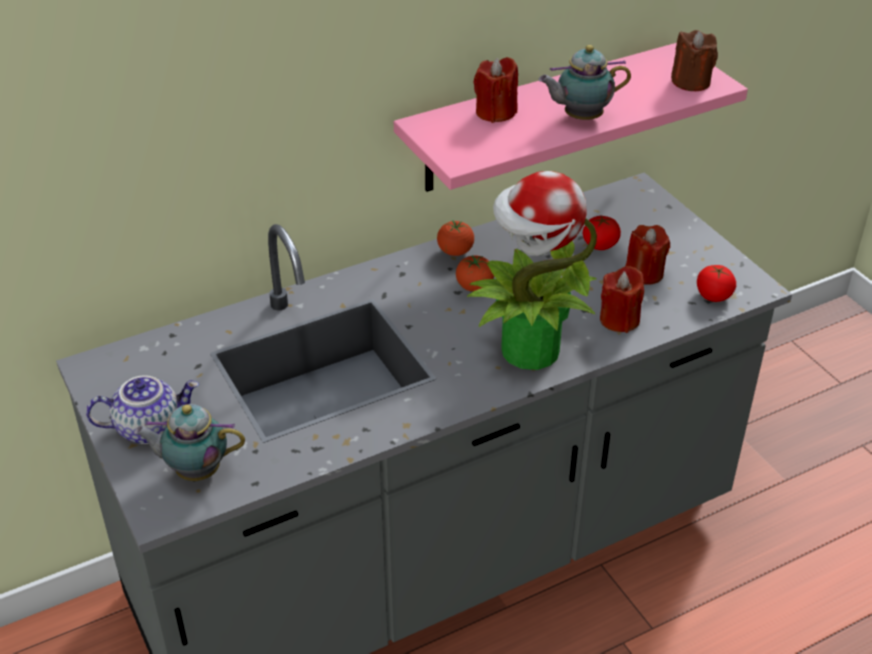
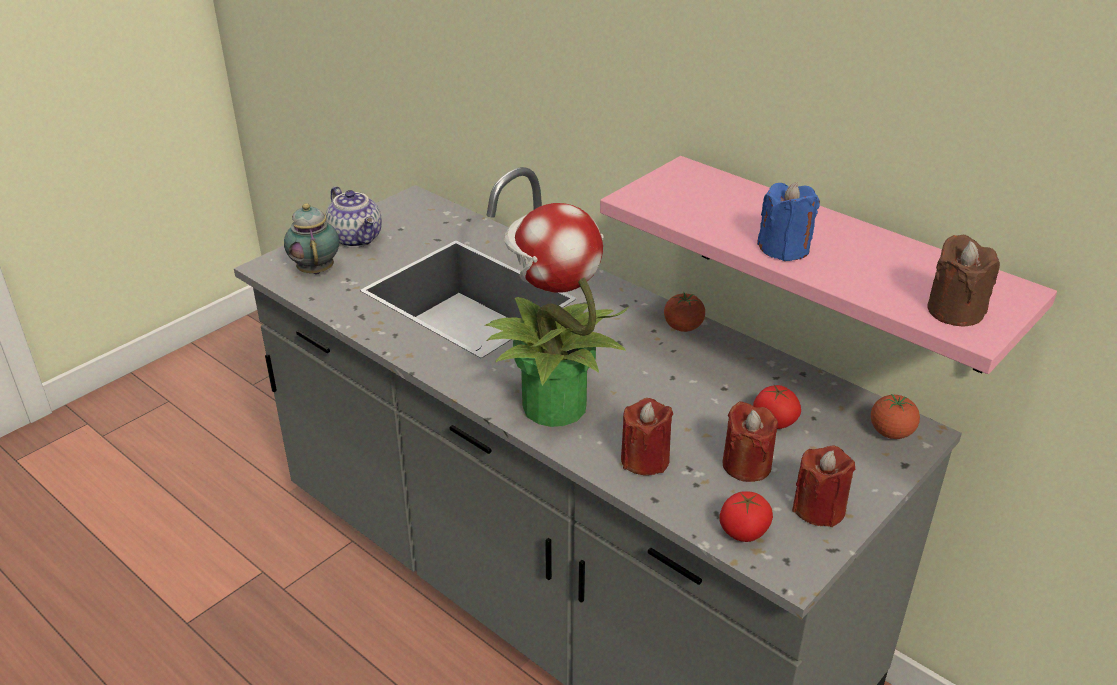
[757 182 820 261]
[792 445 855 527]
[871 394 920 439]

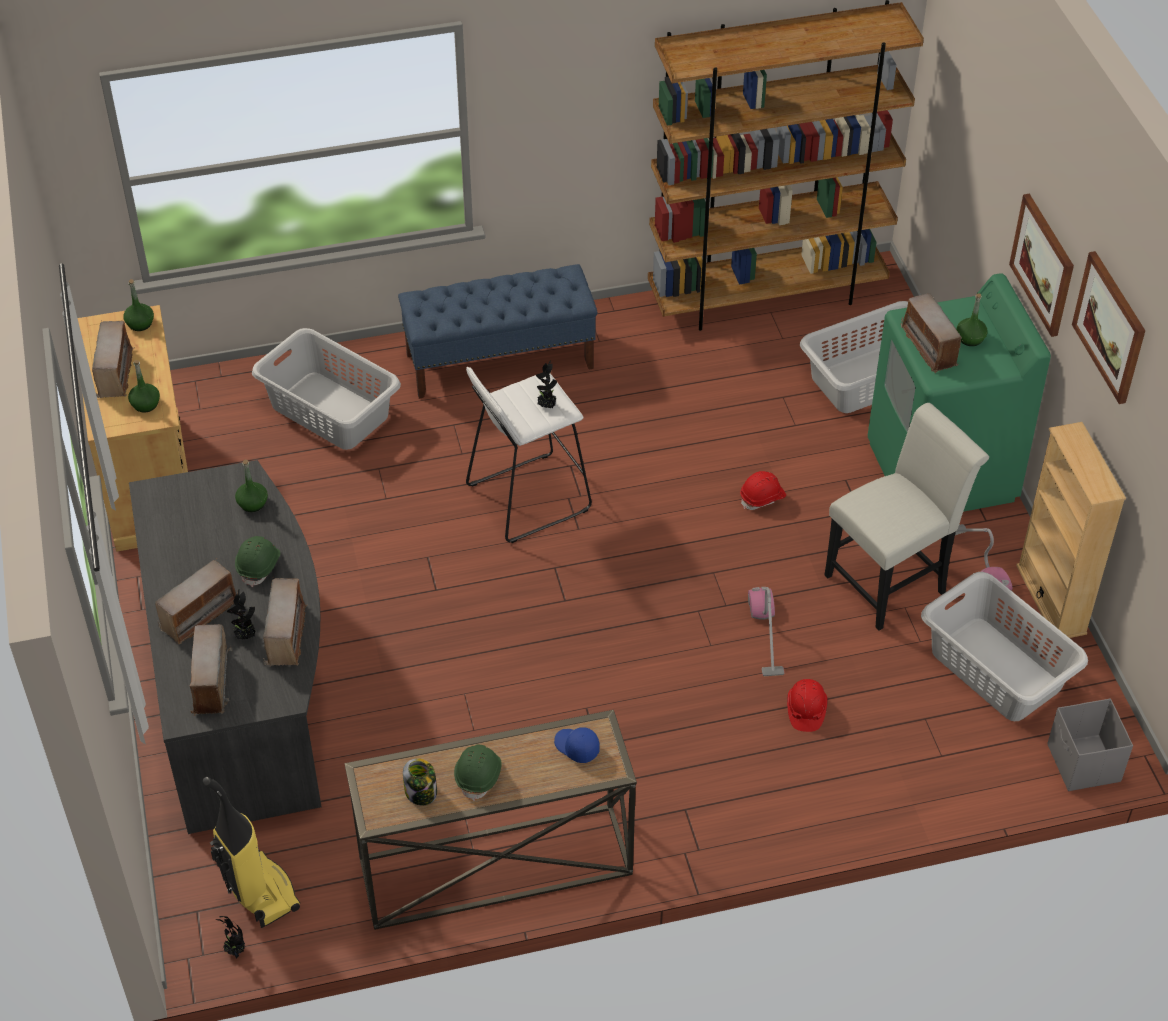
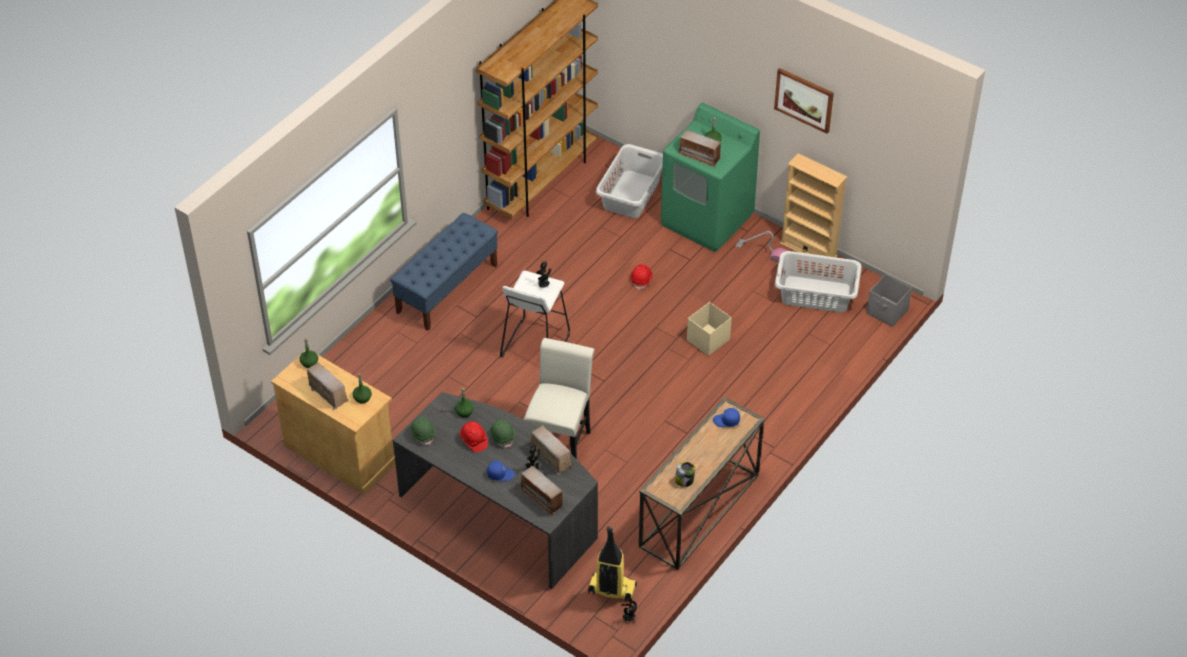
[1009 194 1074 337] (first image)
[252 328 401 450] (first image)
[524 338 595 459]
[487 461 515 481]
[687 302 732 356]
[460 421 488 452]
[409 417 435 445]

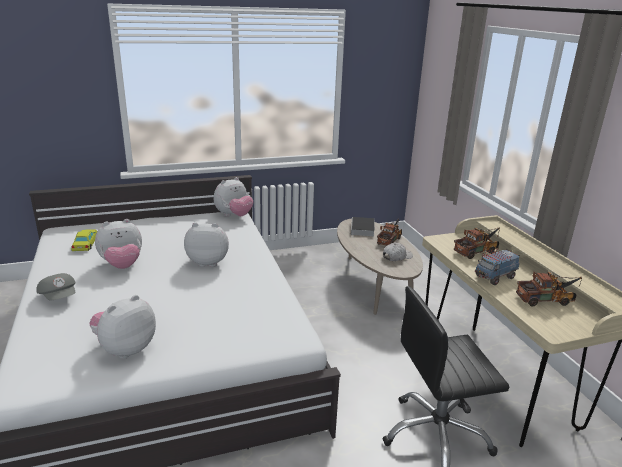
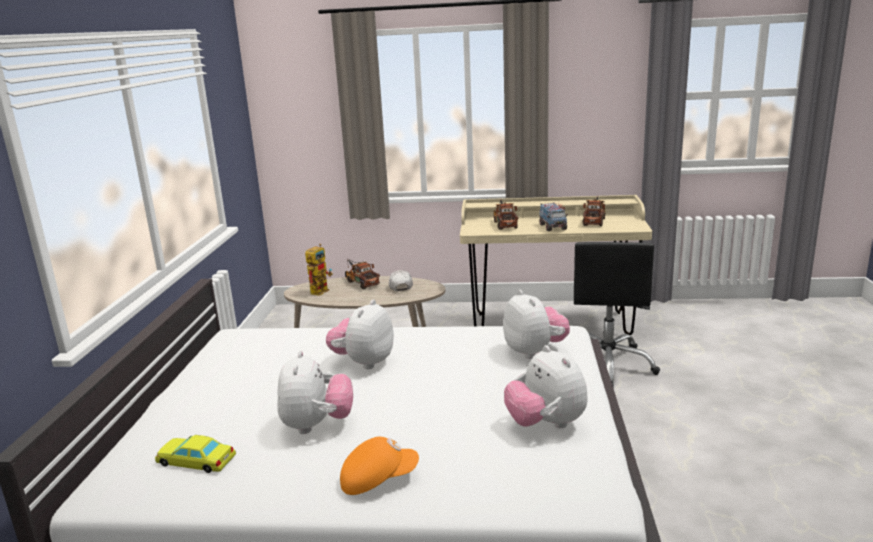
[503 290 570 359]
[305 244 333 296]
[340 437 419 495]

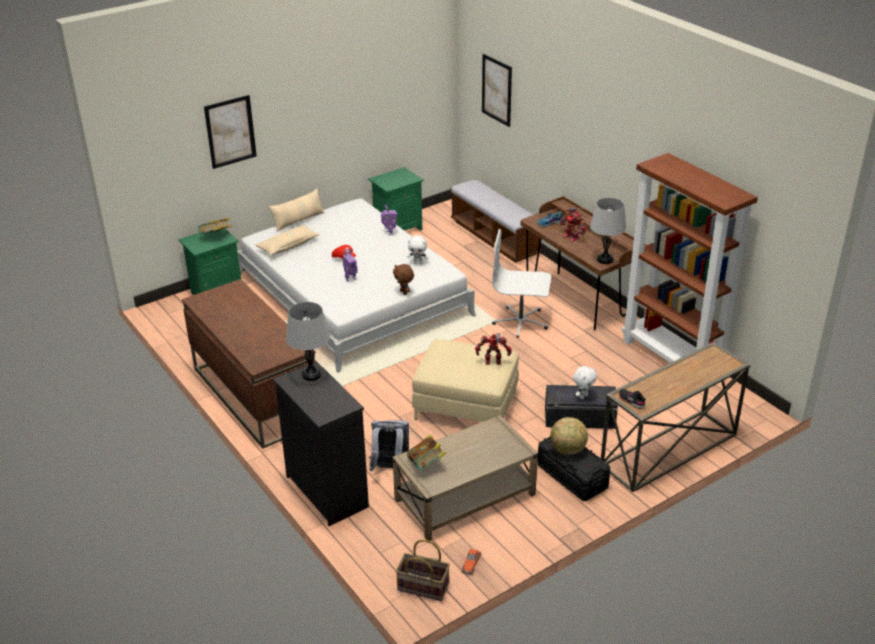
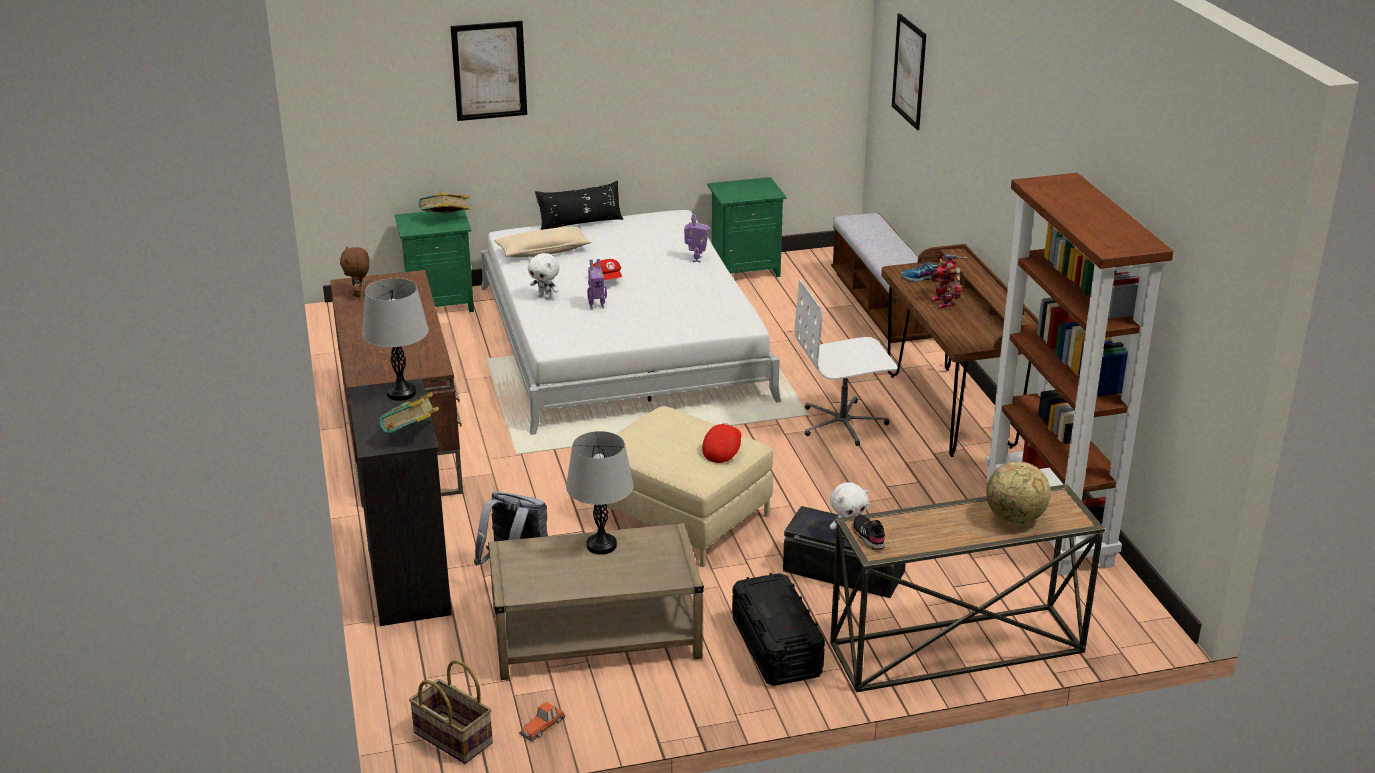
[535 181 623 230]
[566 431 634 555]
[794 279 898 446]
[528 253 560 299]
[340 246 369 297]
[702 423 742 463]
[986 461 1051 524]
[380 392 439 433]

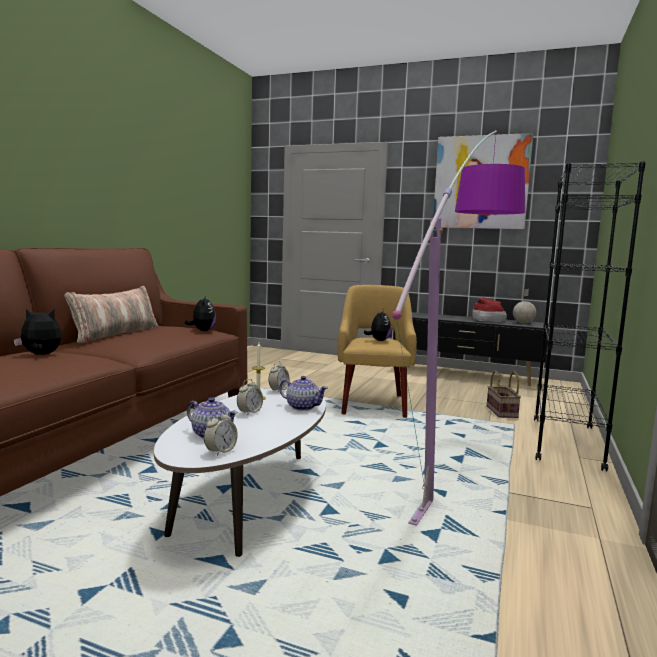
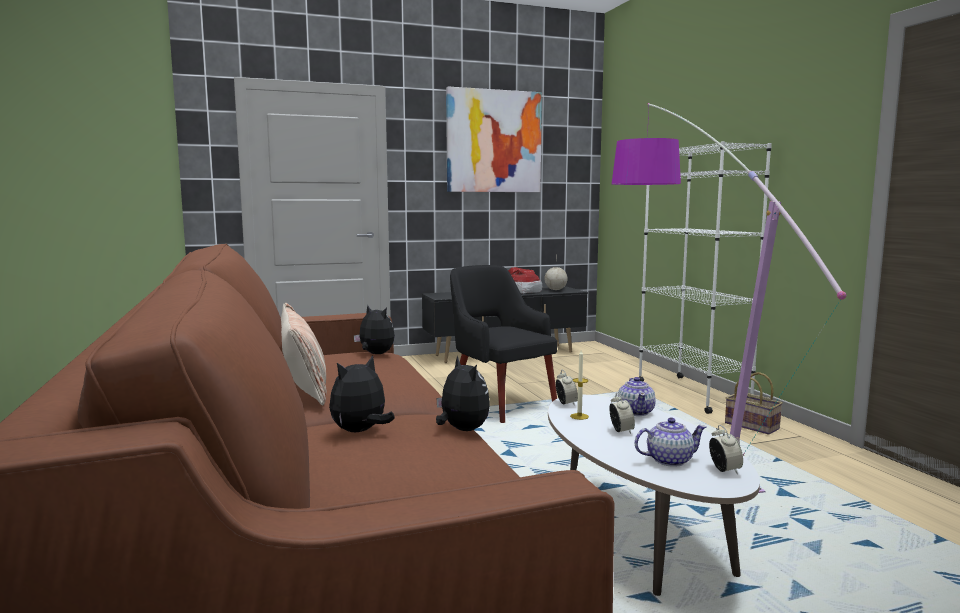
[639 141 772 414]
[450 265 557 423]
[436 356 490 431]
[725 372 783 435]
[618 377 656 416]

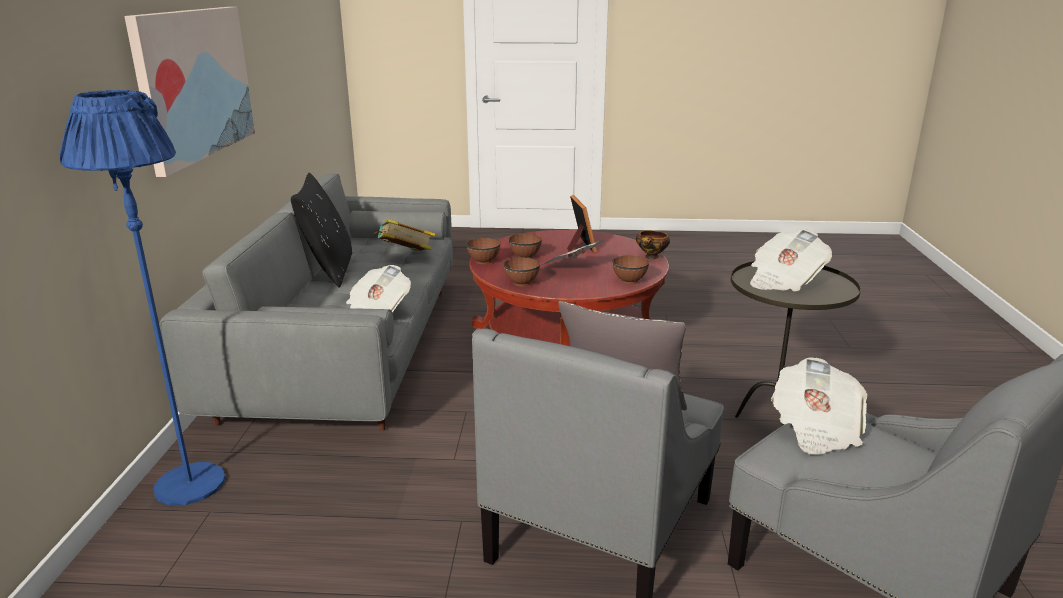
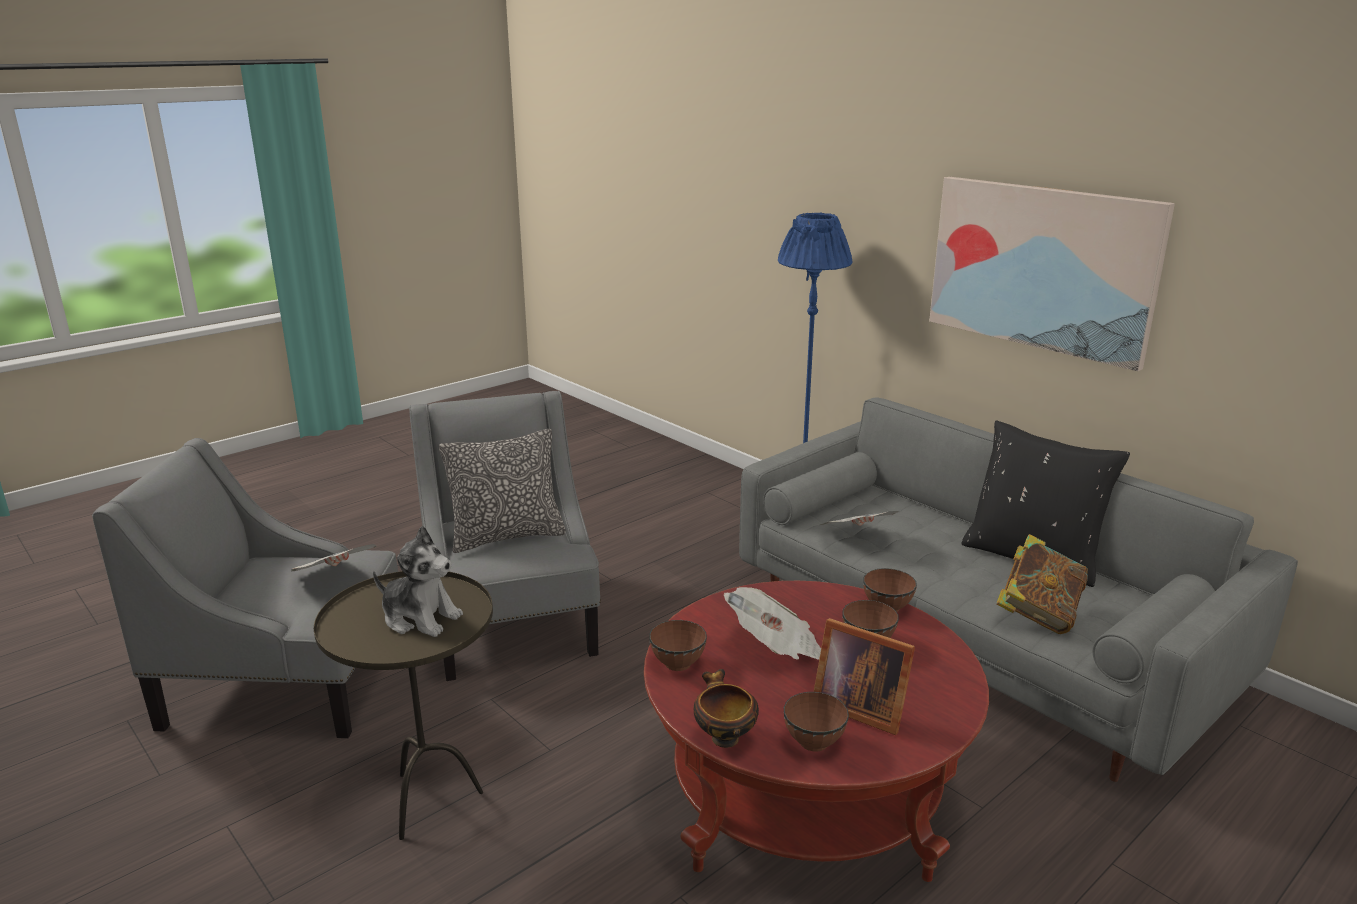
[373 526 463 637]
[784 692 849 752]

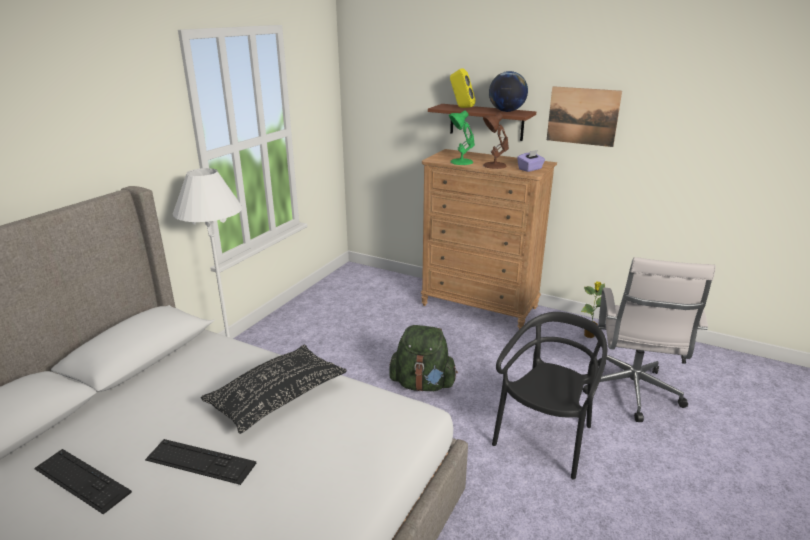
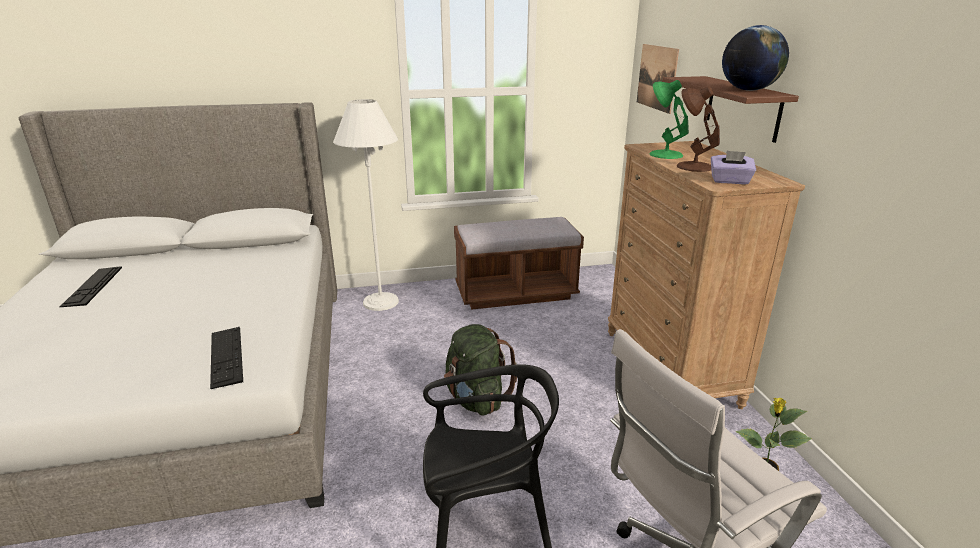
[450 68 476 108] (first image)
[637 44 679 114]
[201 345 347 434] (first image)
[210 327 243 389]
[454 217 584 310]

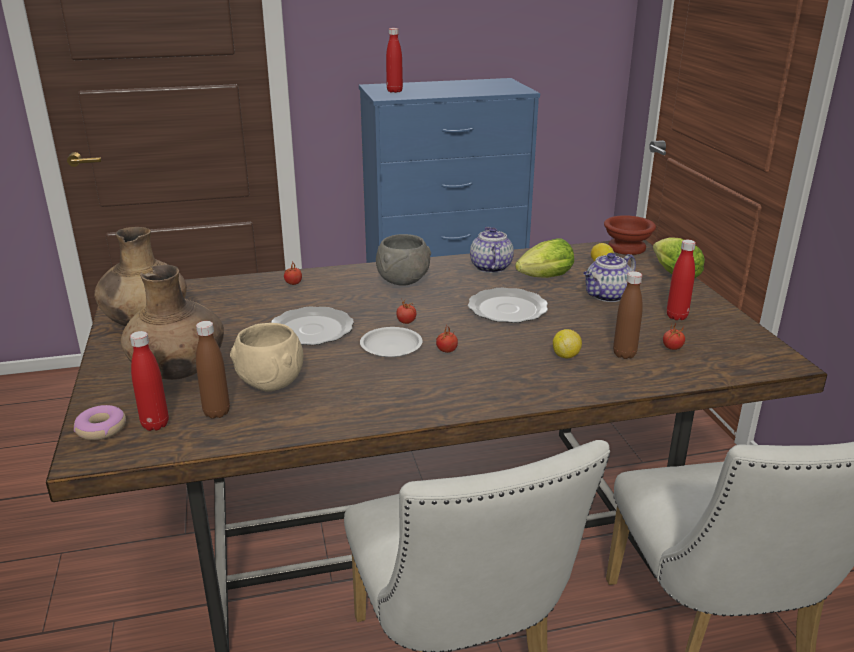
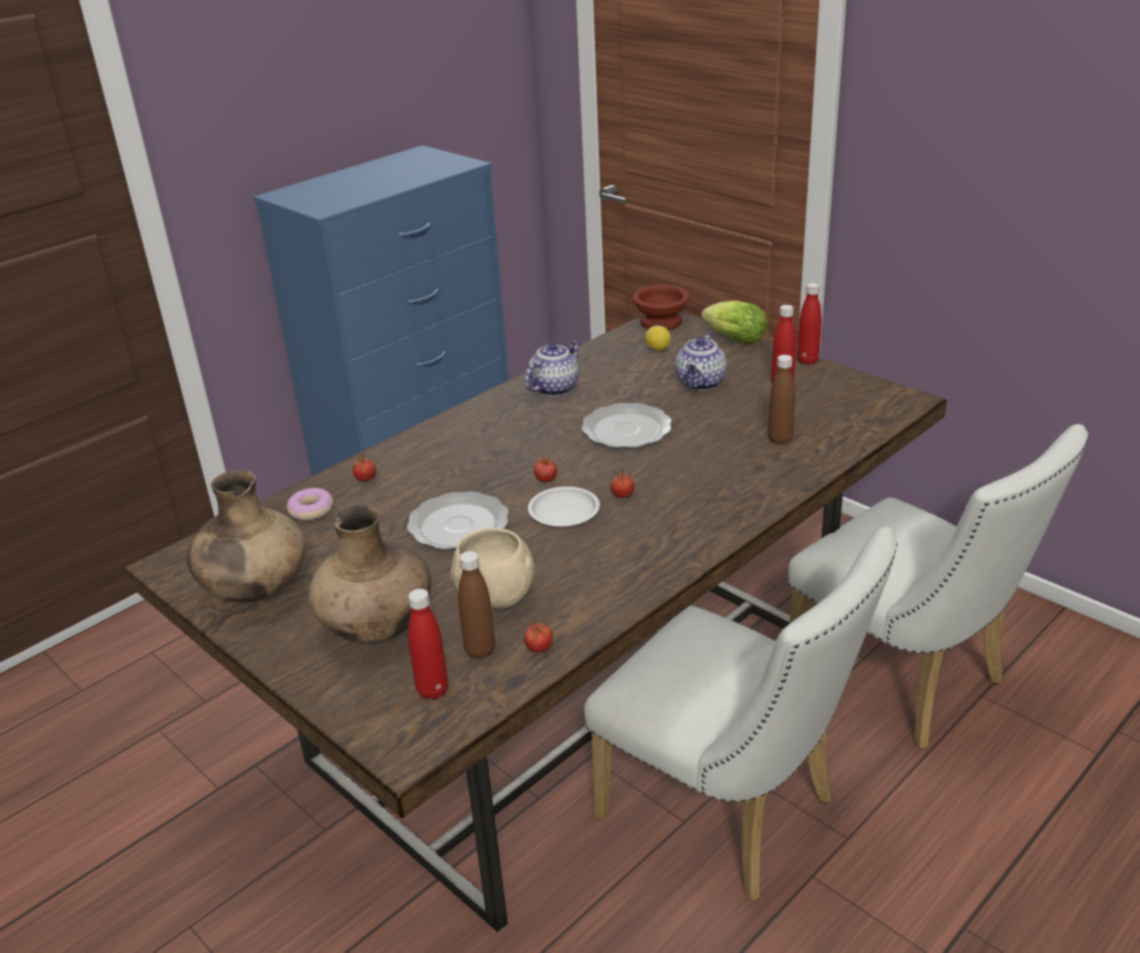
[797 283 822 365]
[525 340 580 396]
[376 234 431 286] (first image)
[515 238 574 278] (first image)
[524 619 553 653]
[553 329 582 358] (first image)
[287 488 334 521]

